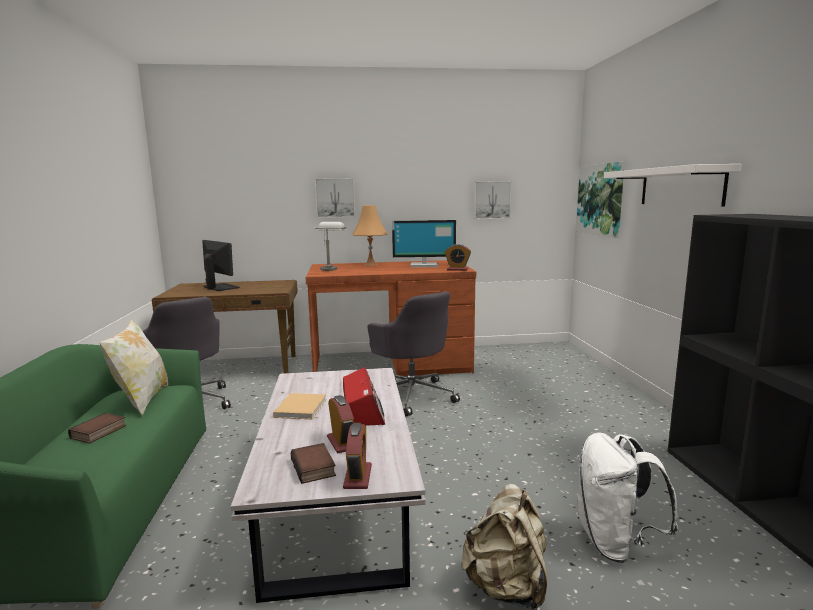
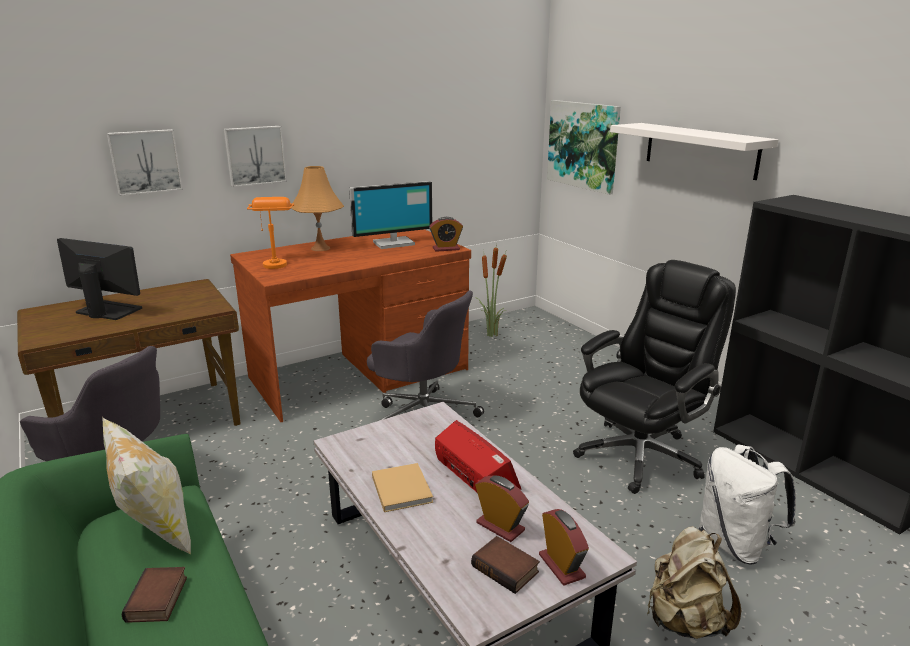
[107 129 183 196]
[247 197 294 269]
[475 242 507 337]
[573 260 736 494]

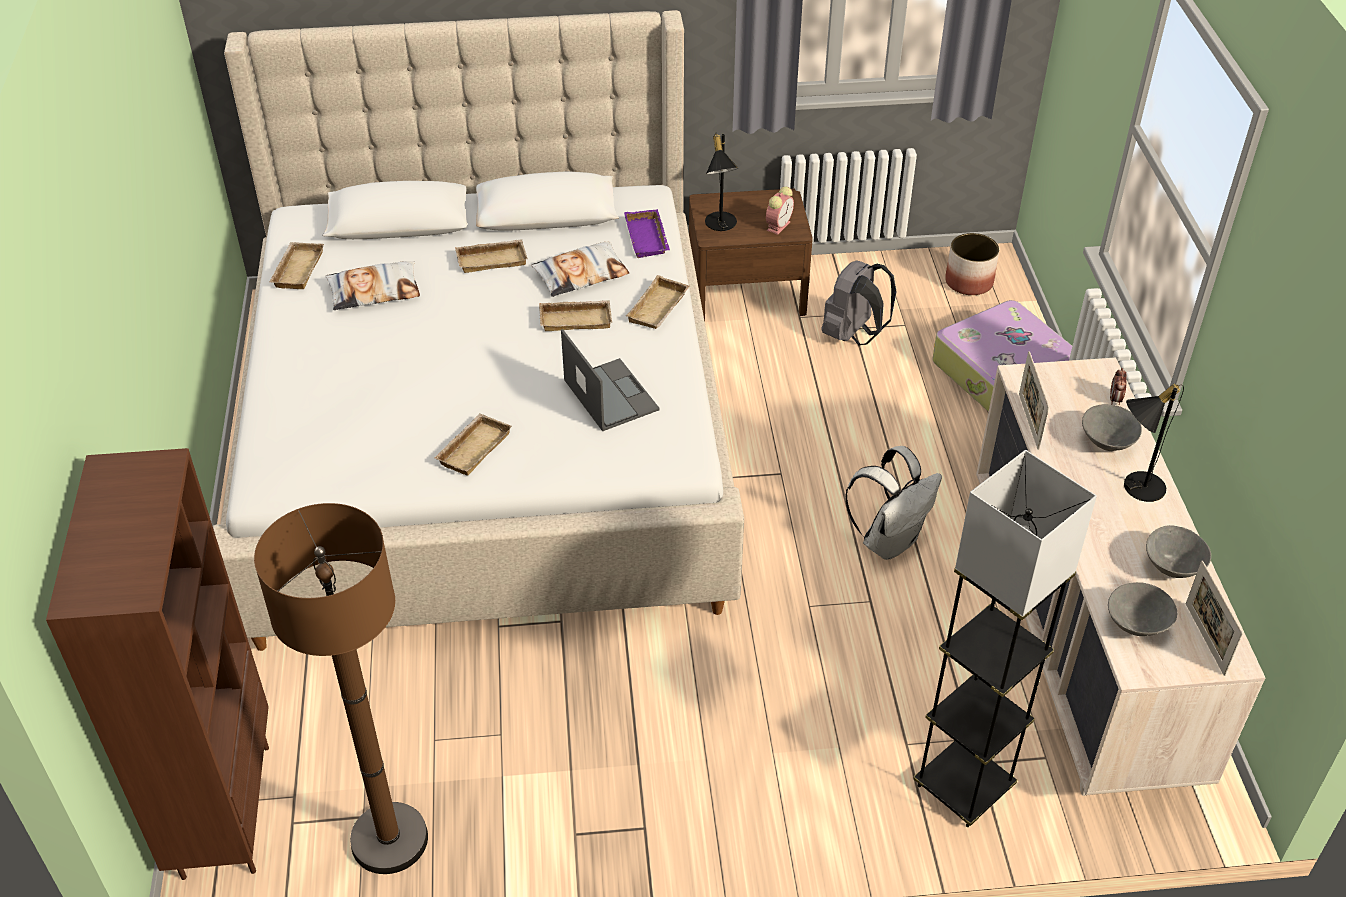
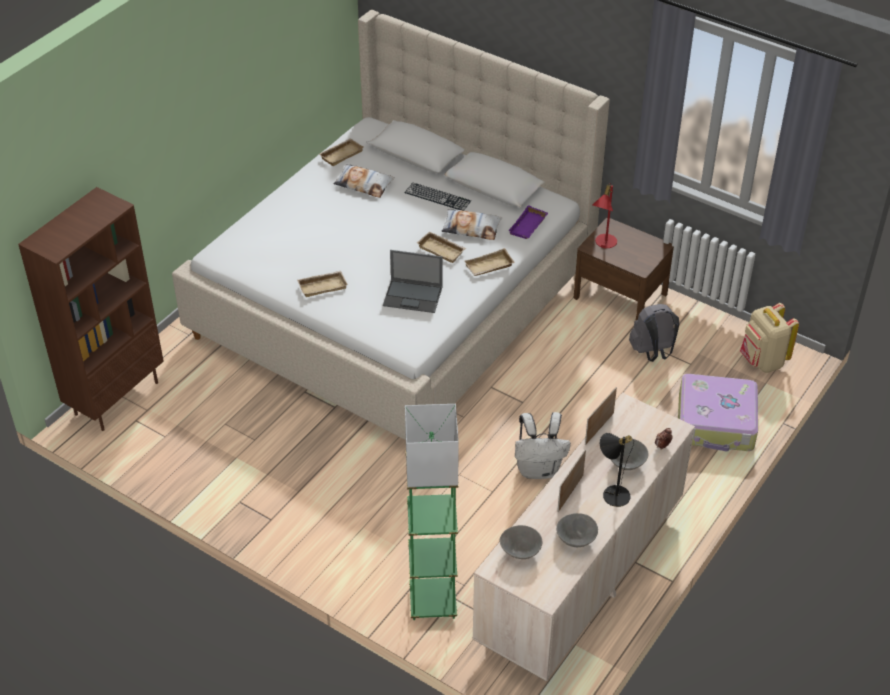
[592 183 617 248]
[766 186 794 235] (first image)
[740 303 799 373]
[405 183 471 211]
[383 250 443 313]
[405 404 459 620]
[254 503 428 874] (first image)
[558 449 586 512]

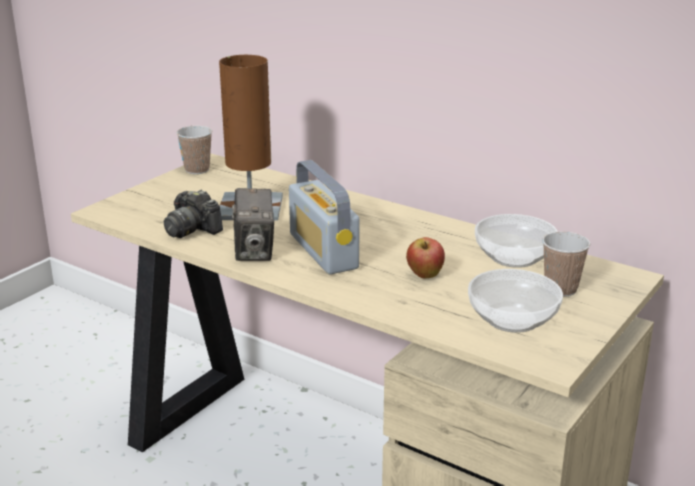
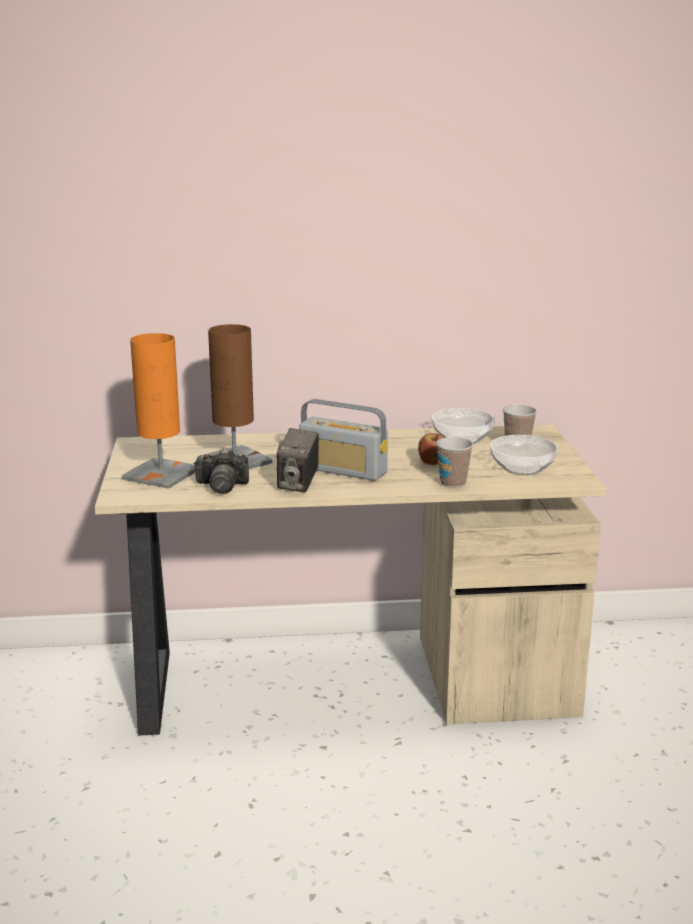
[436 437 473 488]
[276 428 319 492]
[122 333 195 489]

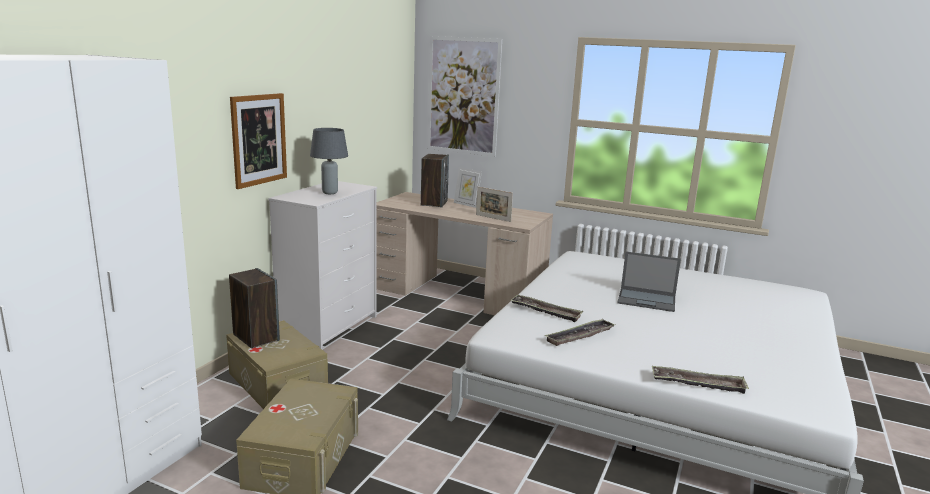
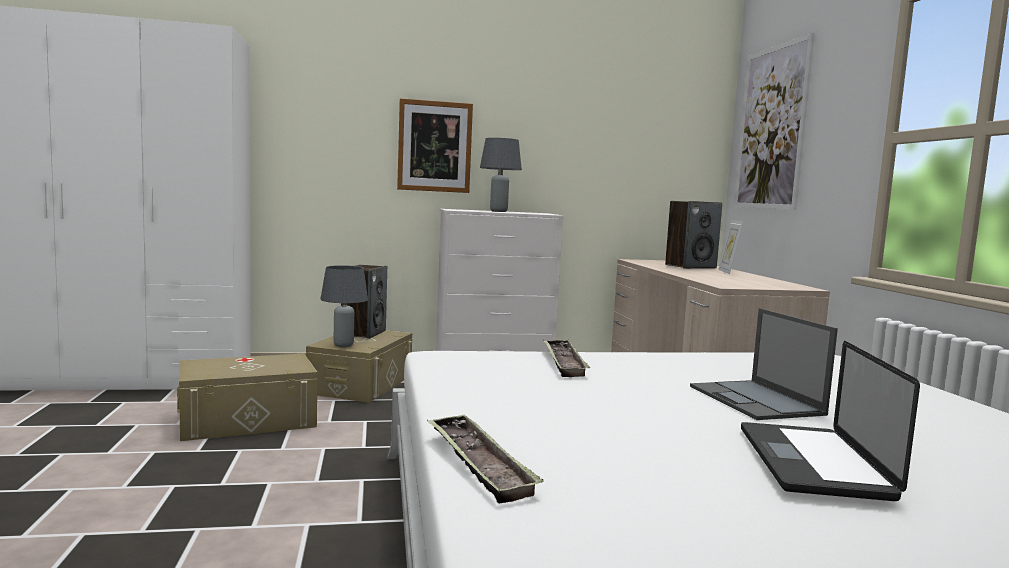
[476 186 513 222] (first image)
[545 319 615 346] (first image)
[320 265 368 347]
[741 341 920 501]

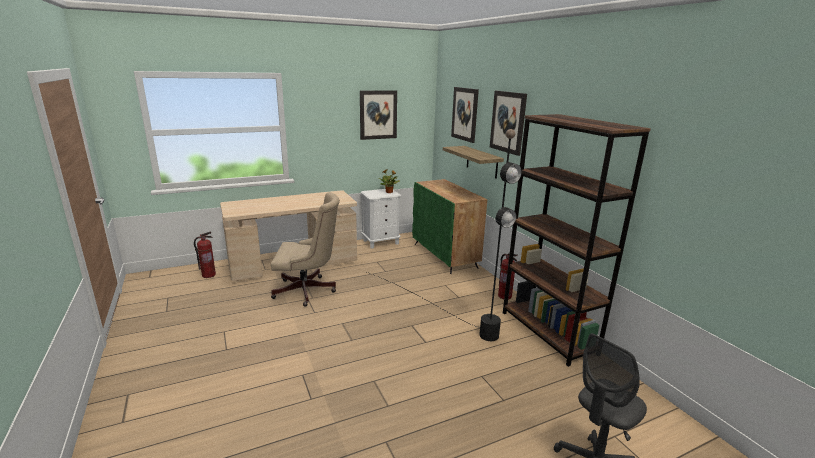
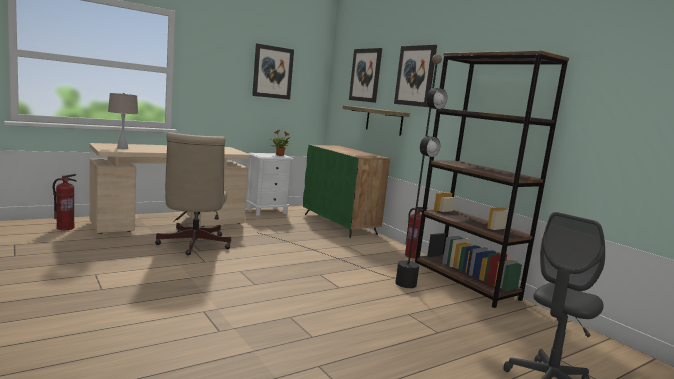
[155 132 231 255]
[108 93 138 149]

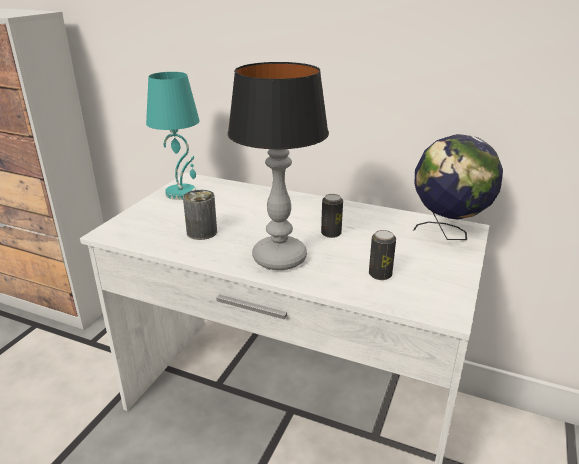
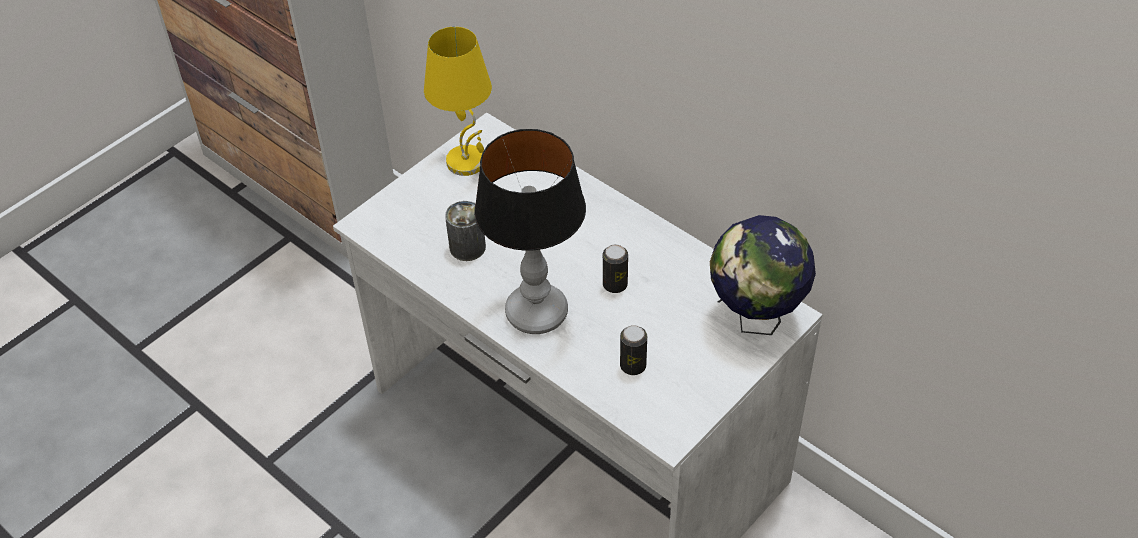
[424 27 492 176]

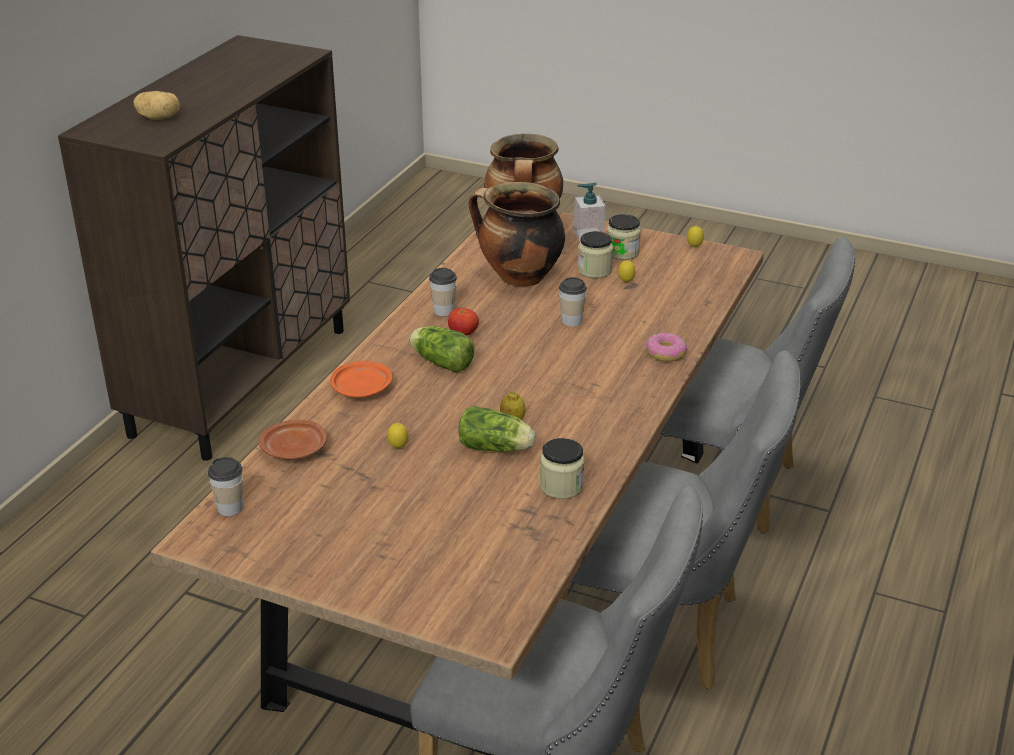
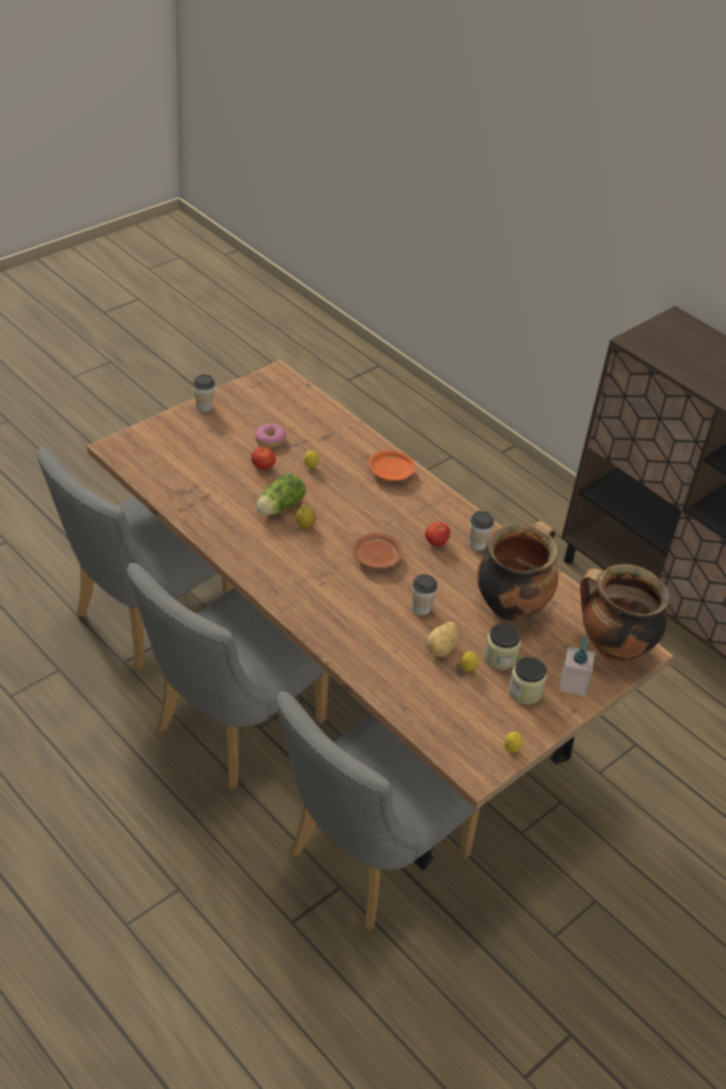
[426 621 459 657]
[409 326 475 372] (first image)
[255 423 286 448]
[353 533 402 568]
[540 438 585 499] (first image)
[193 374 215 412]
[251 447 276 470]

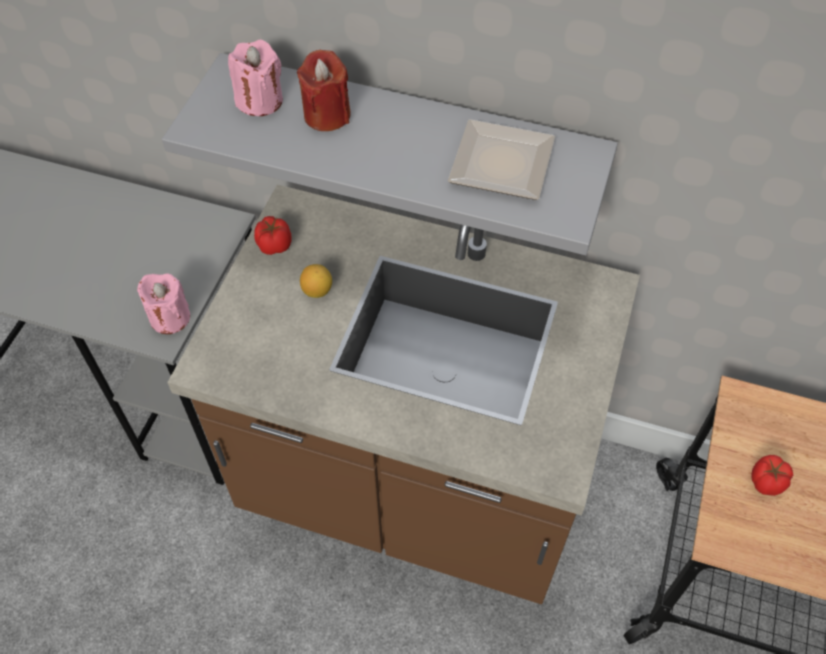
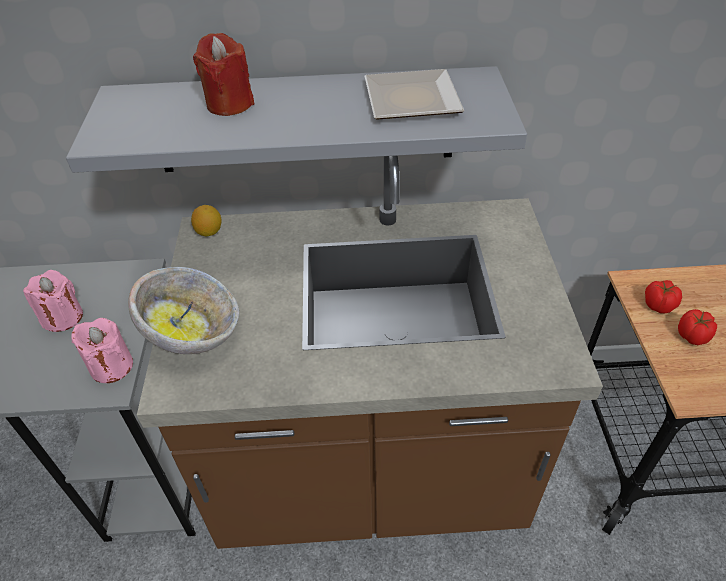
[23 270 83 332]
[645 280 682 313]
[191 205 222 236]
[128 267 239 354]

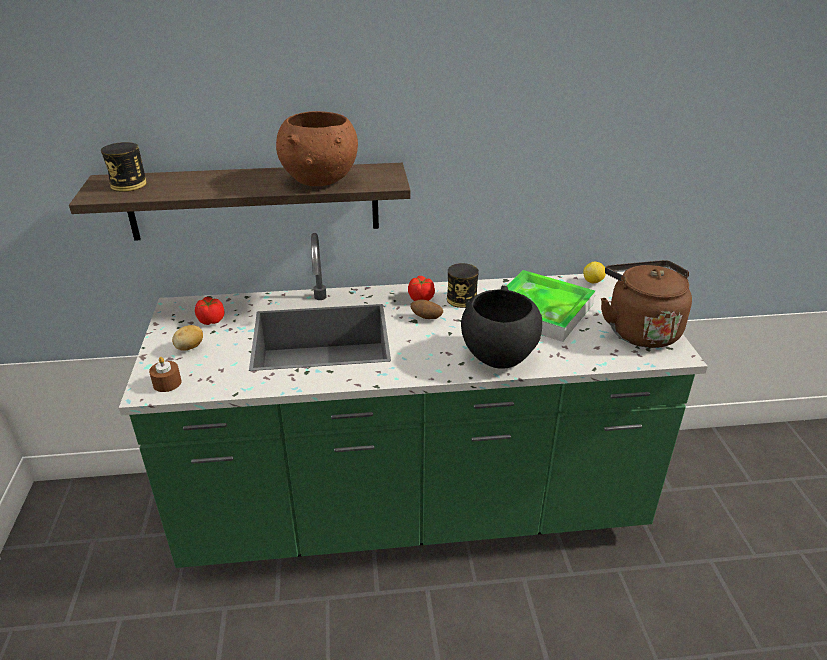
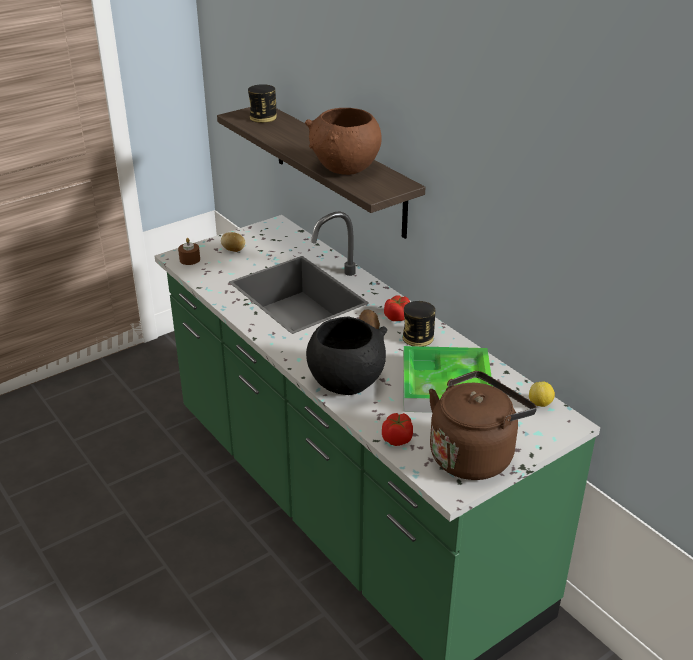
[382 413 413 446]

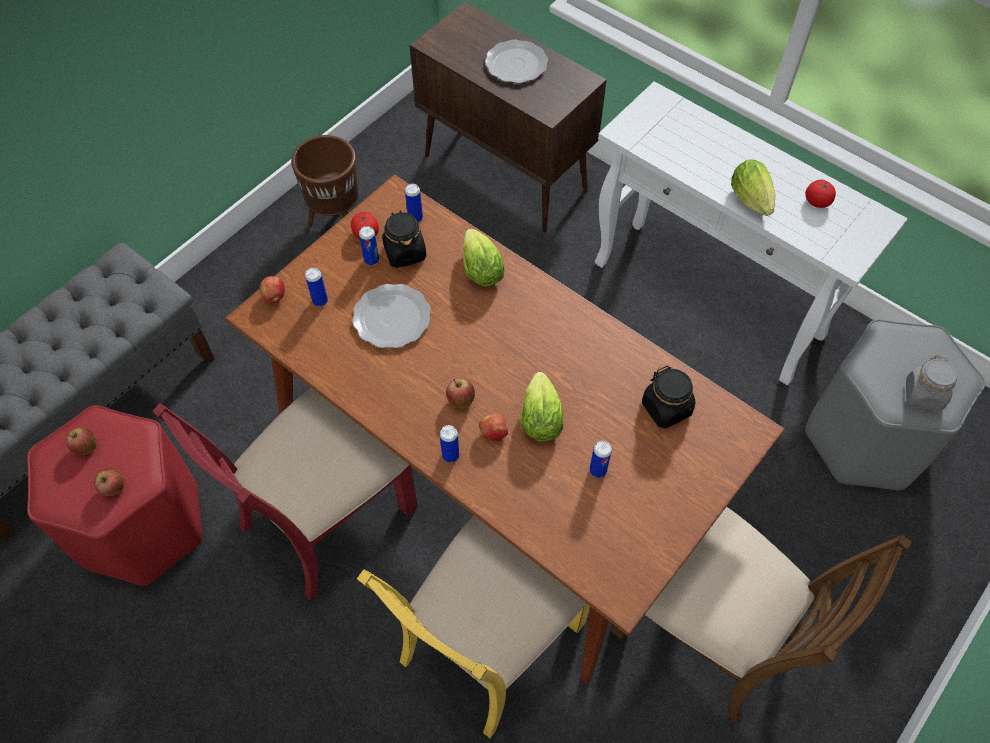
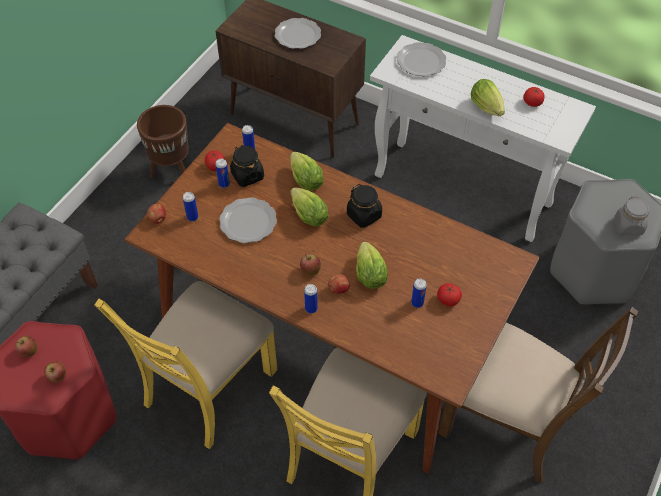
[347 184 382 228]
[94 281 278 449]
[397 42 446 77]
[290 187 329 227]
[437 283 462 306]

